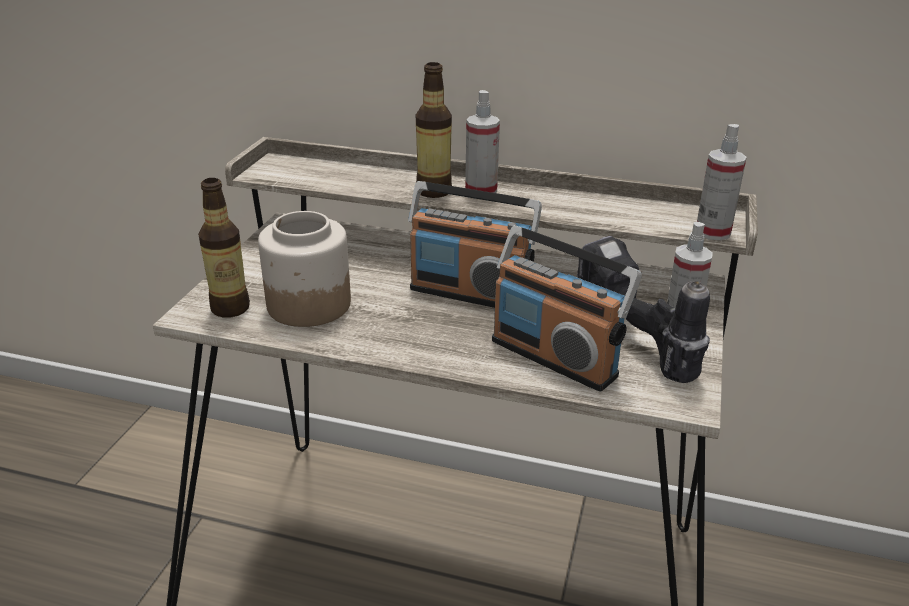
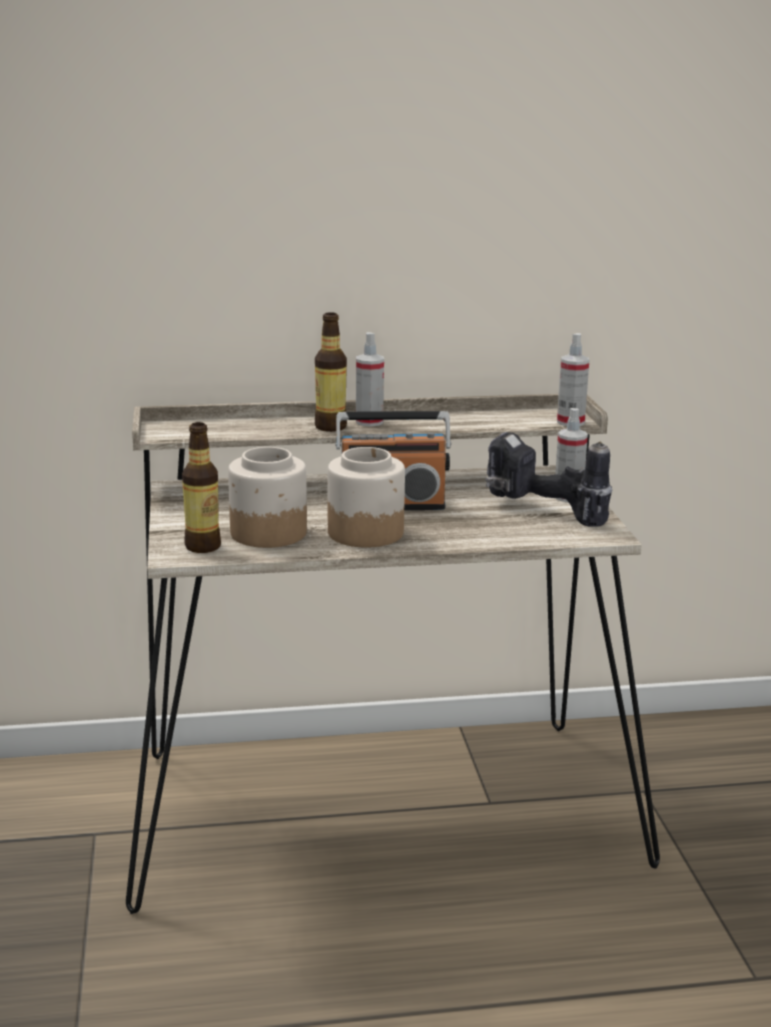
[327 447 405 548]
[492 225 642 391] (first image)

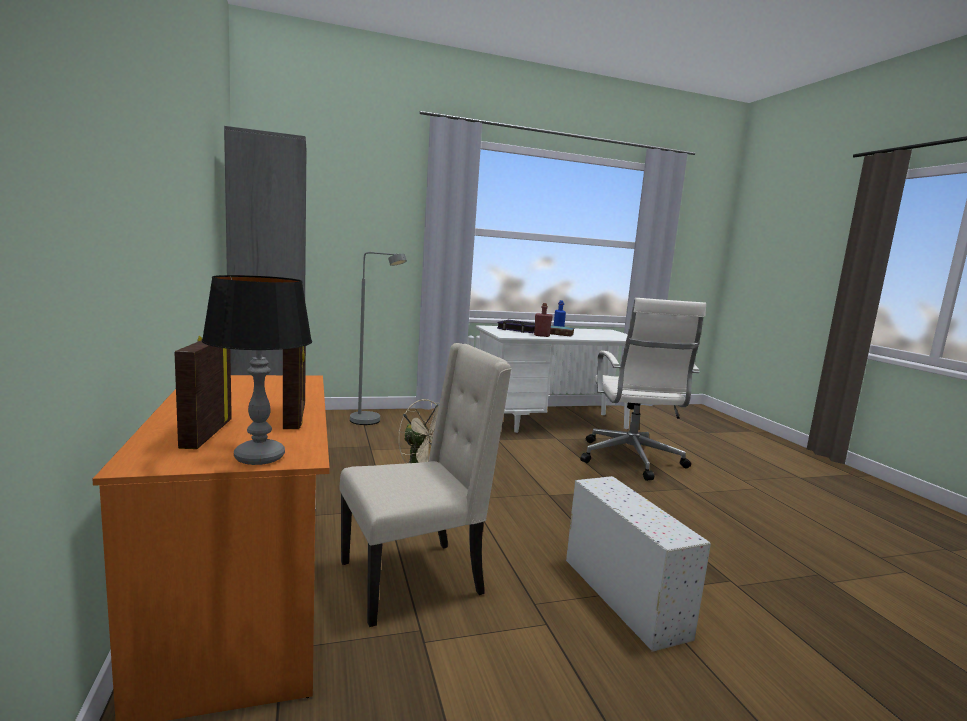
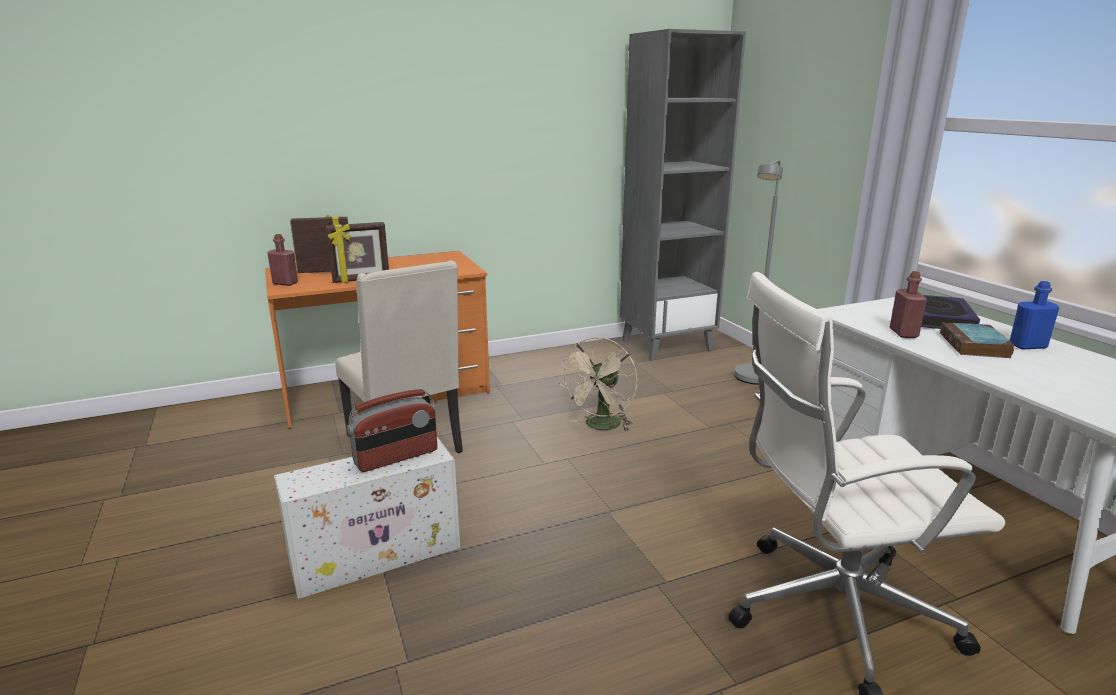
[267 234 298 286]
[347 389 437 472]

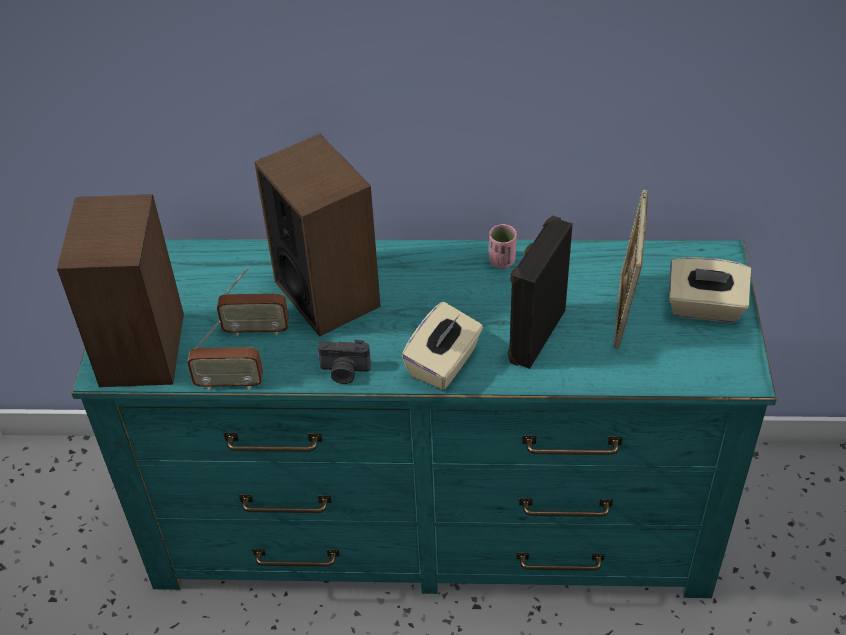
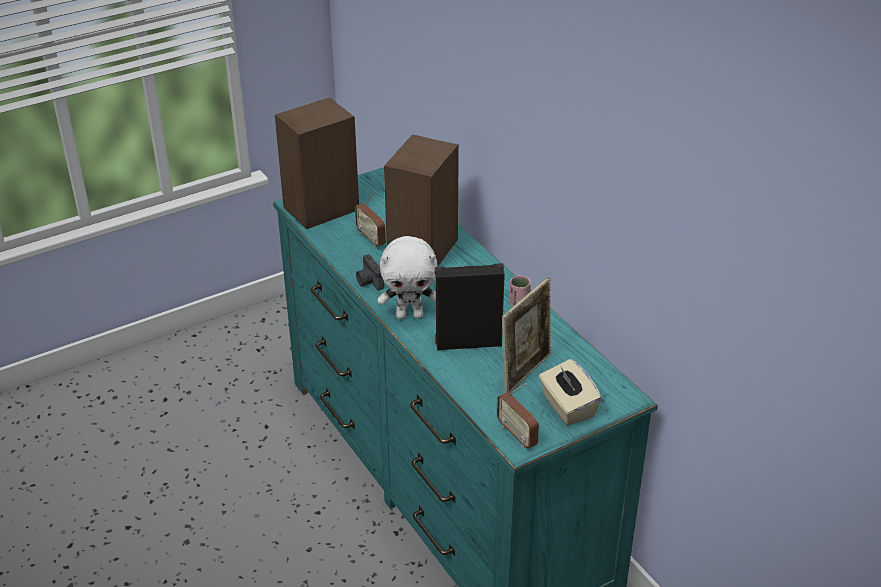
[378 236 437 319]
[497 383 539 449]
[502 277 551 393]

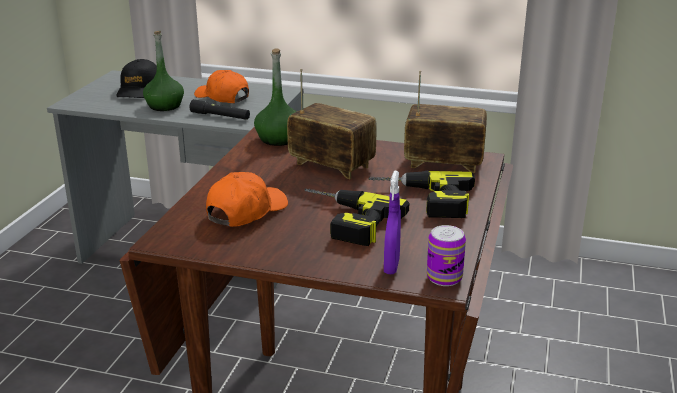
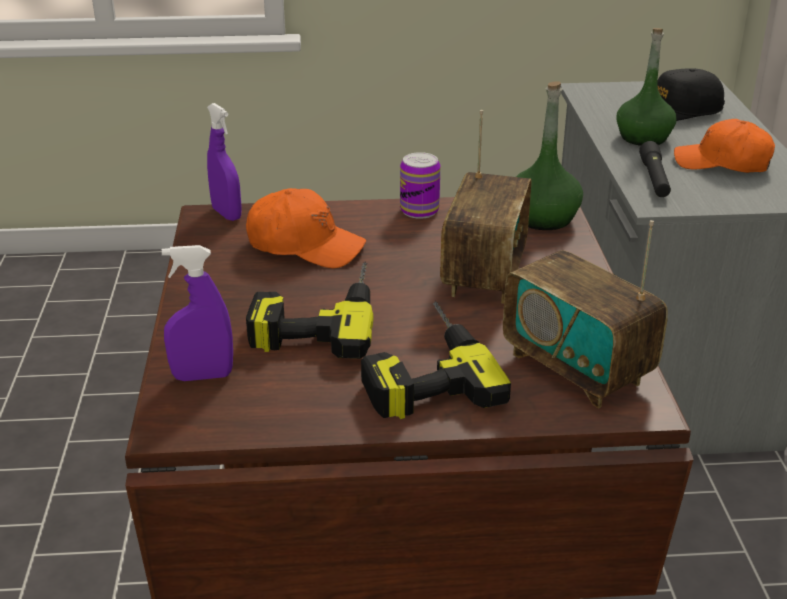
[207 103 242 221]
[400 152 440 219]
[503 220 668 409]
[674 119 775 173]

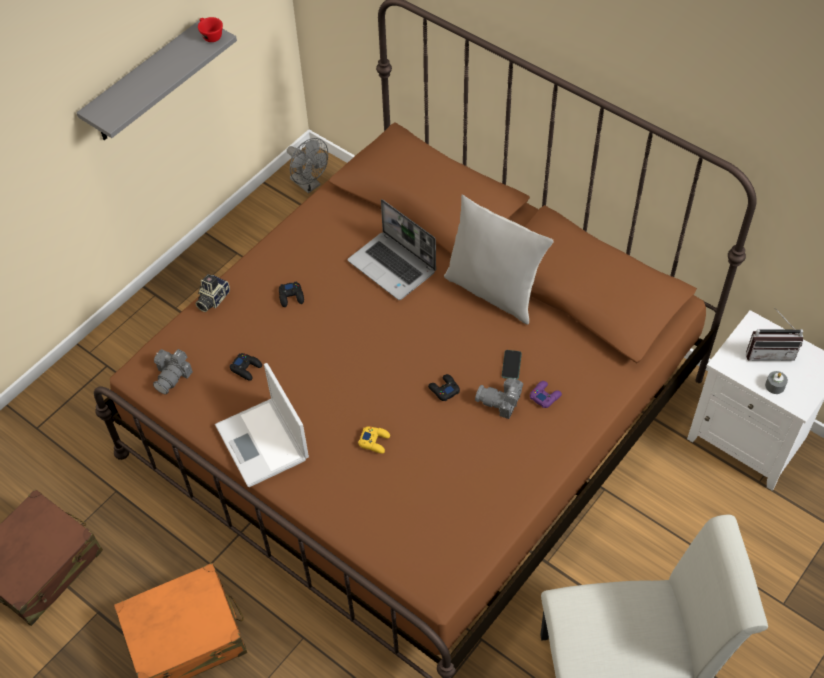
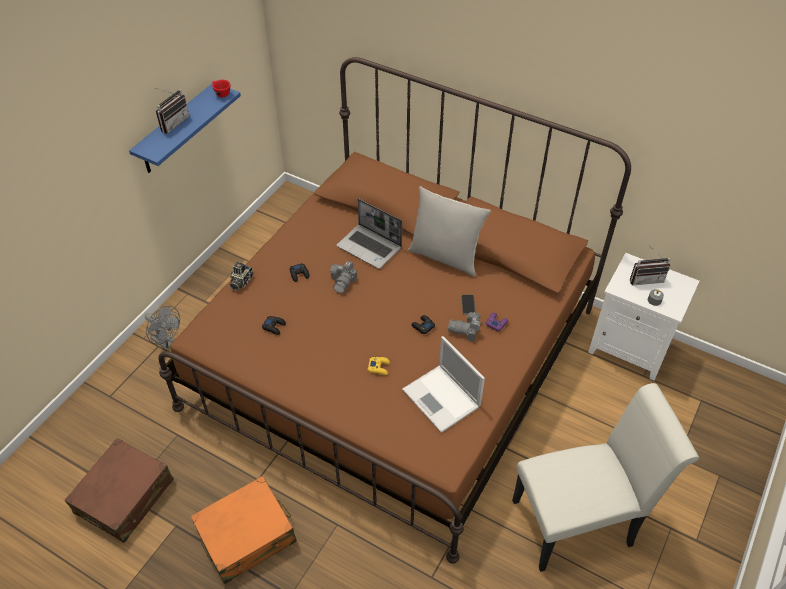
[129 83 241 173]
[145 306 180 350]
[155 88 190 134]
[330 261 357 293]
[402 336 485 433]

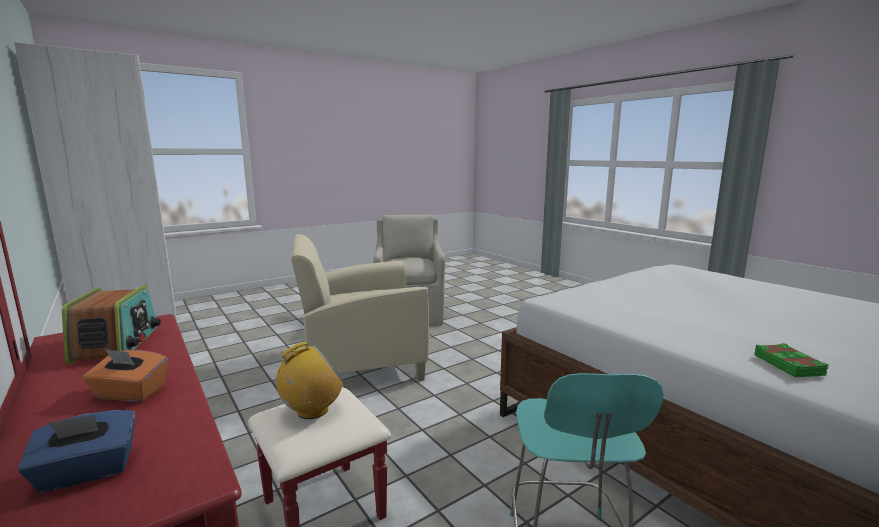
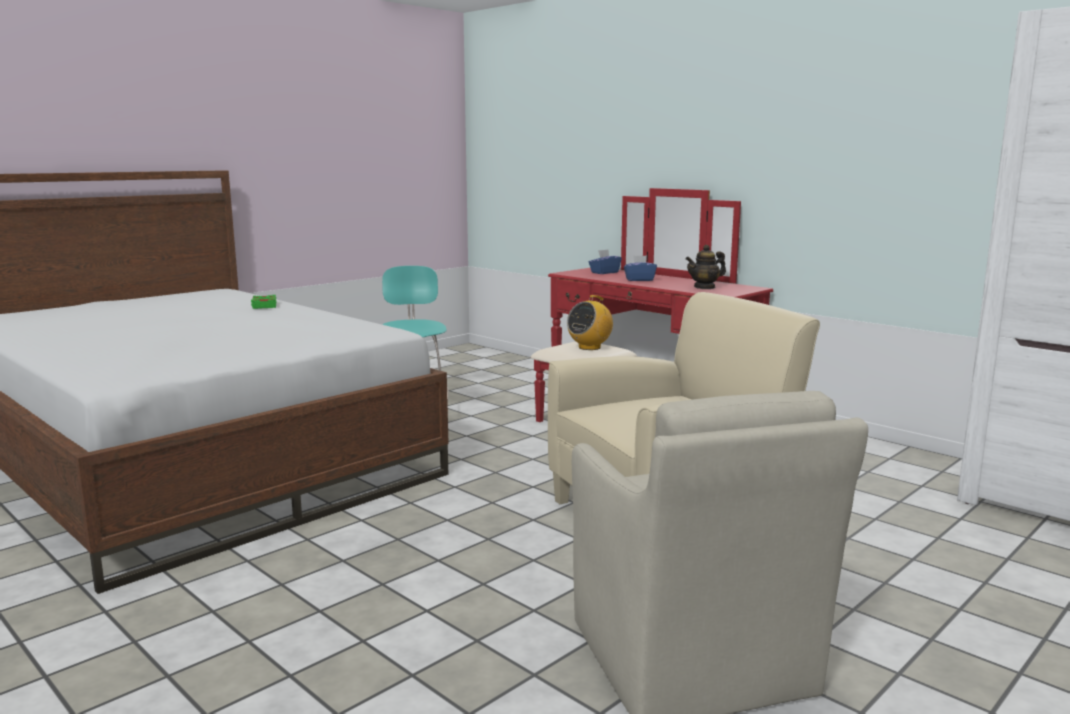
[624 255 657 281]
[686 245 726 289]

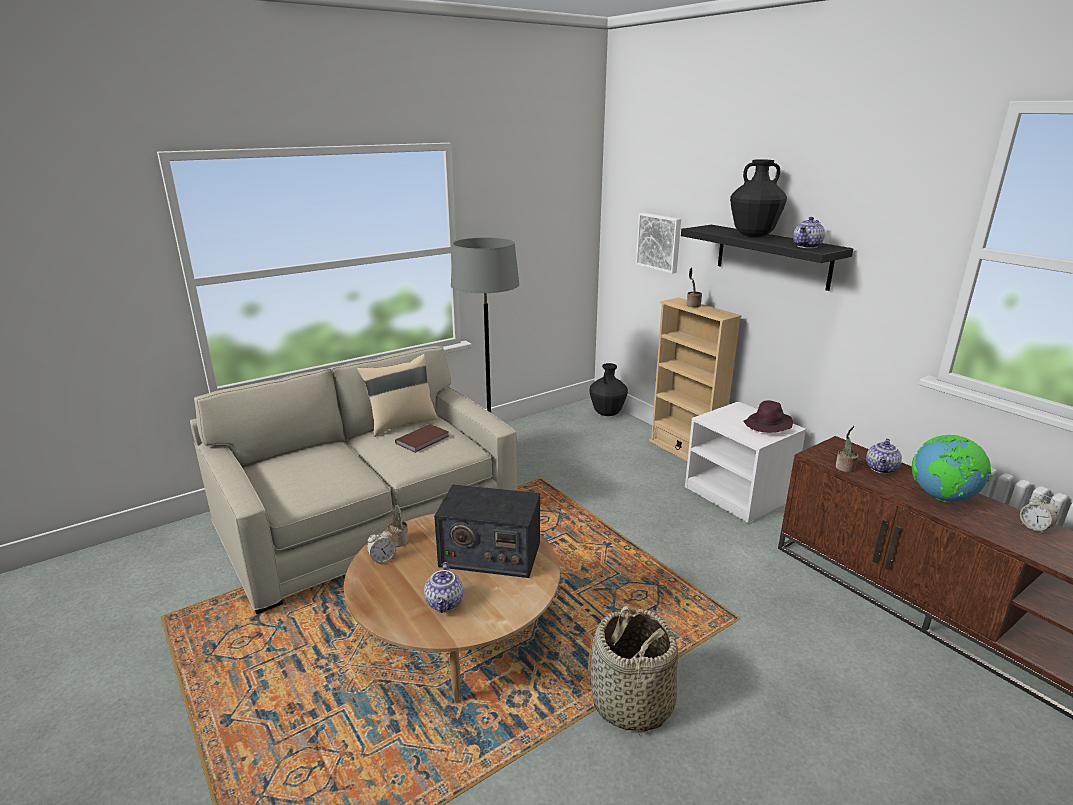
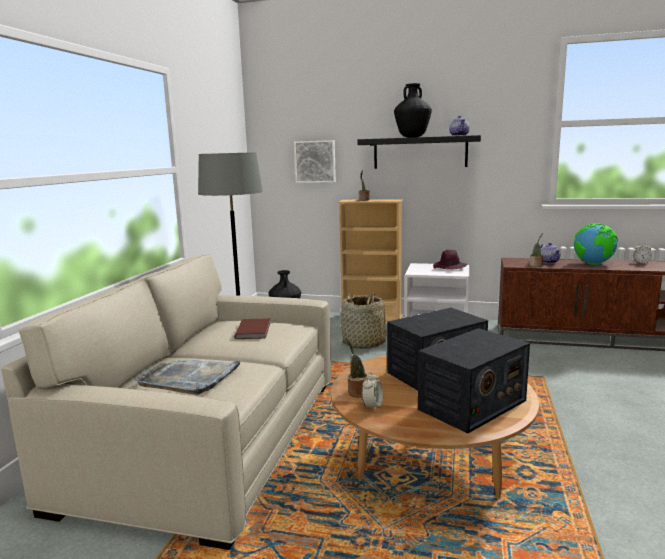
[134 360 243 395]
[341 292 386 349]
[418 328 530 433]
[357 354 438 437] (first image)

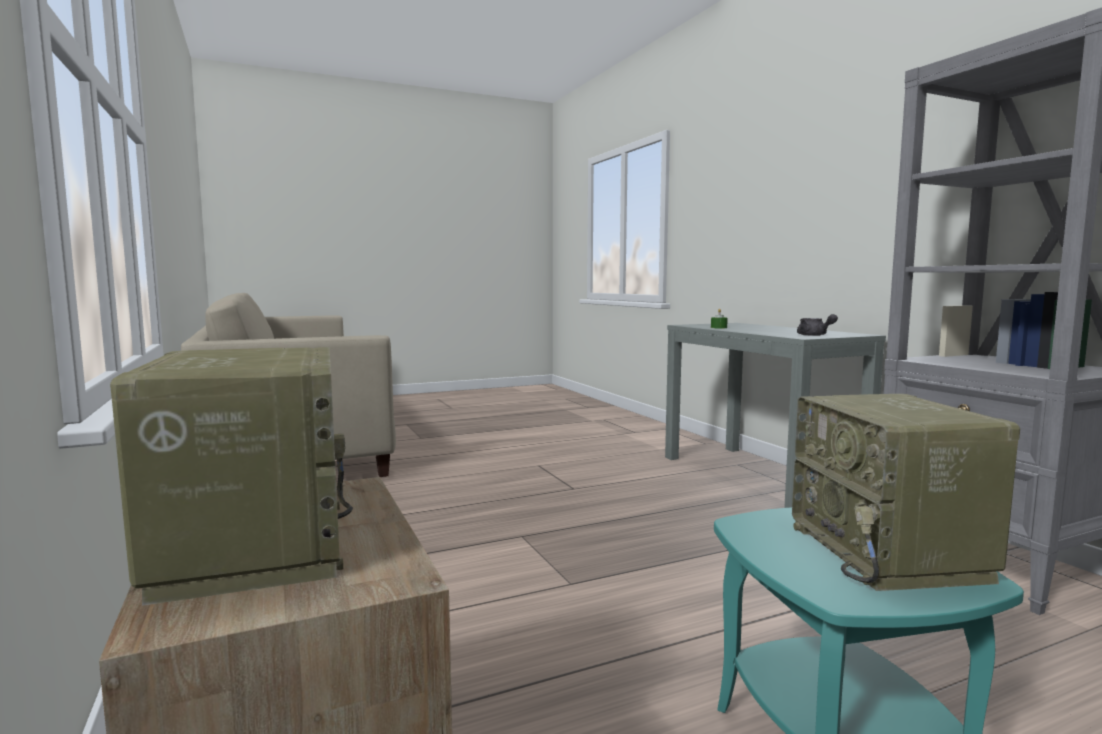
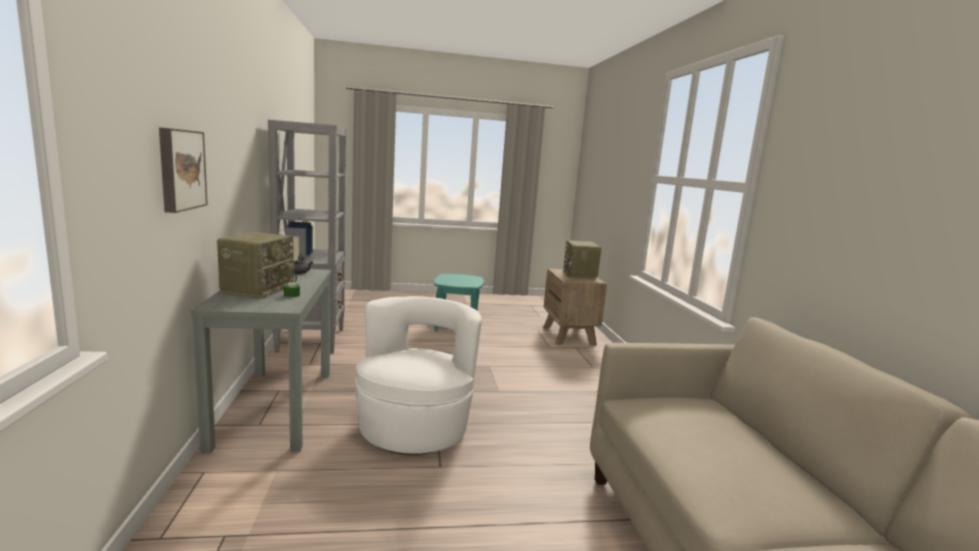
[159 127 208 213]
[217 232 297 299]
[355 296 482 455]

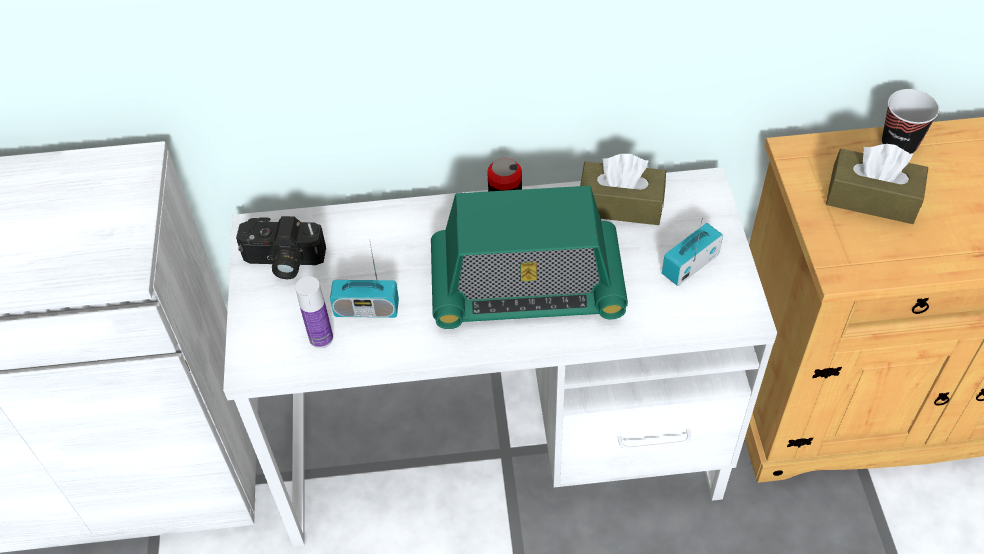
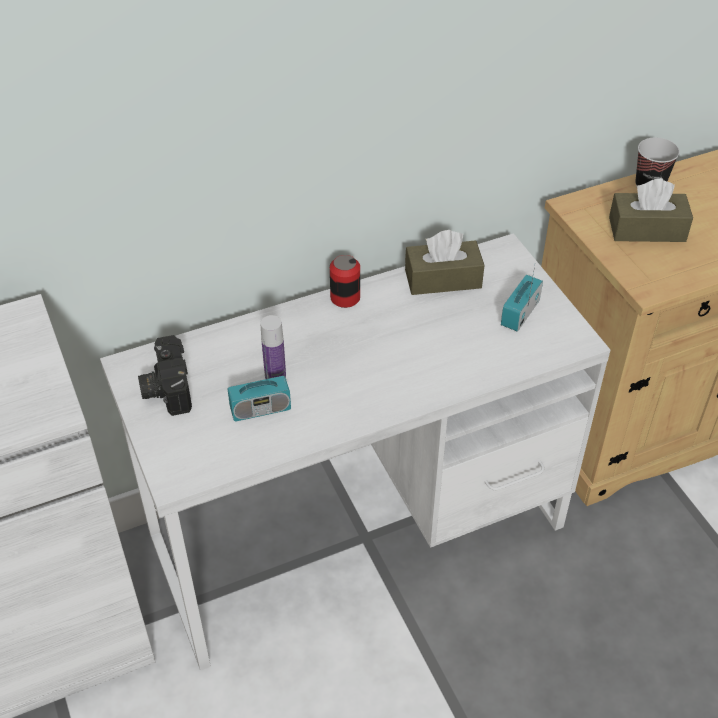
[138 335 192 416]
[260 315 286 379]
[431 186 628 329] (first image)

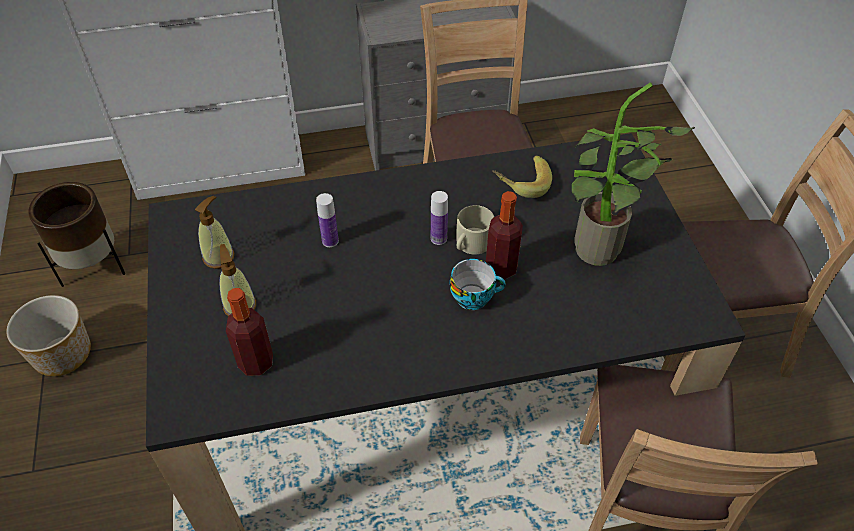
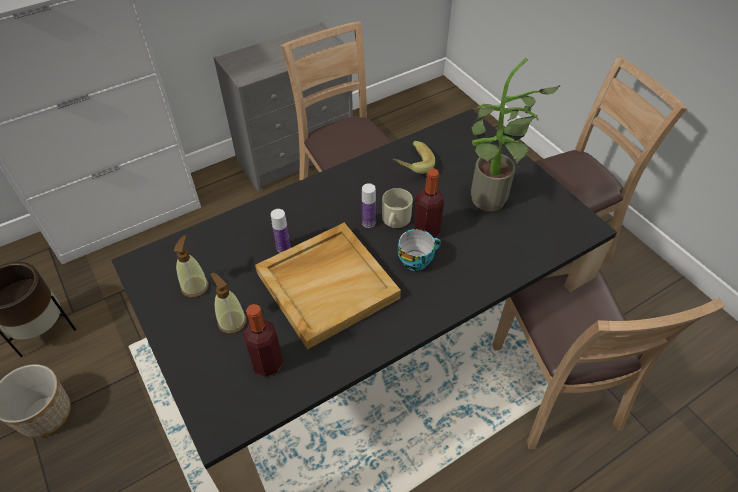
[255 223 401 349]

